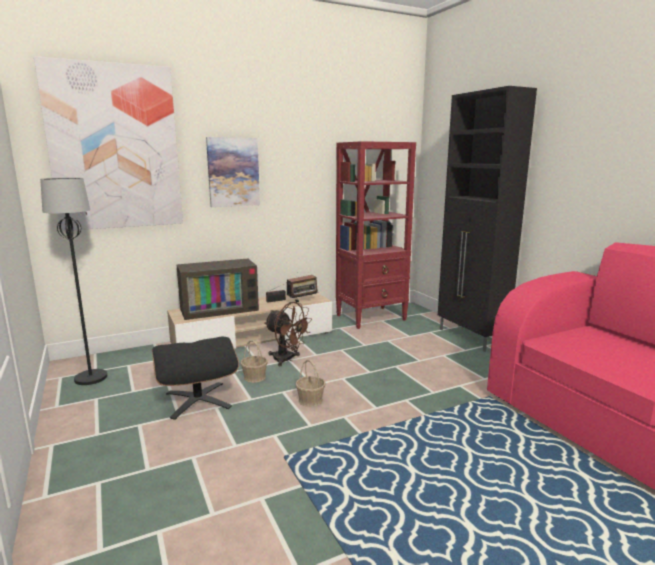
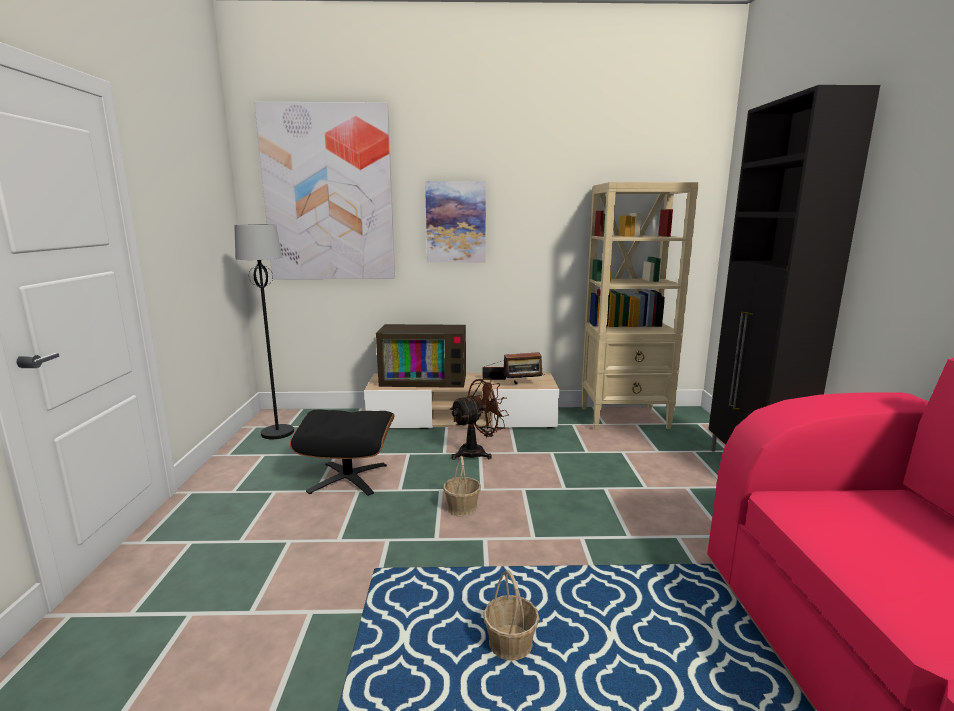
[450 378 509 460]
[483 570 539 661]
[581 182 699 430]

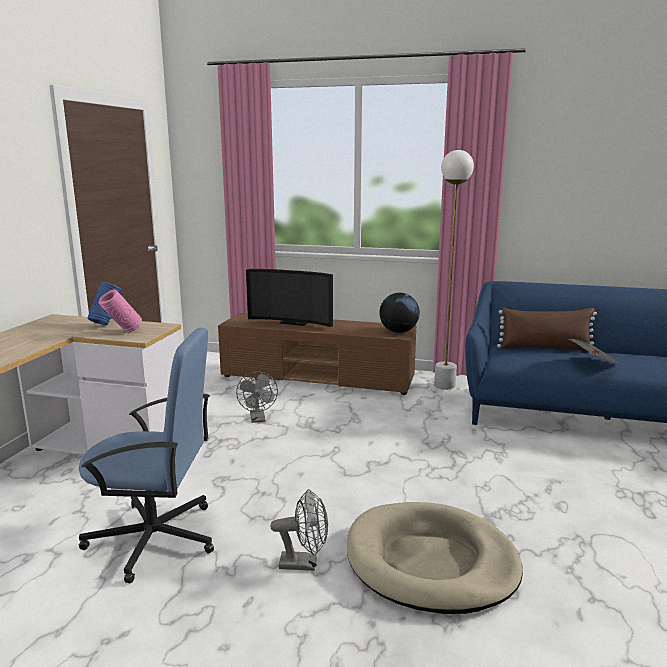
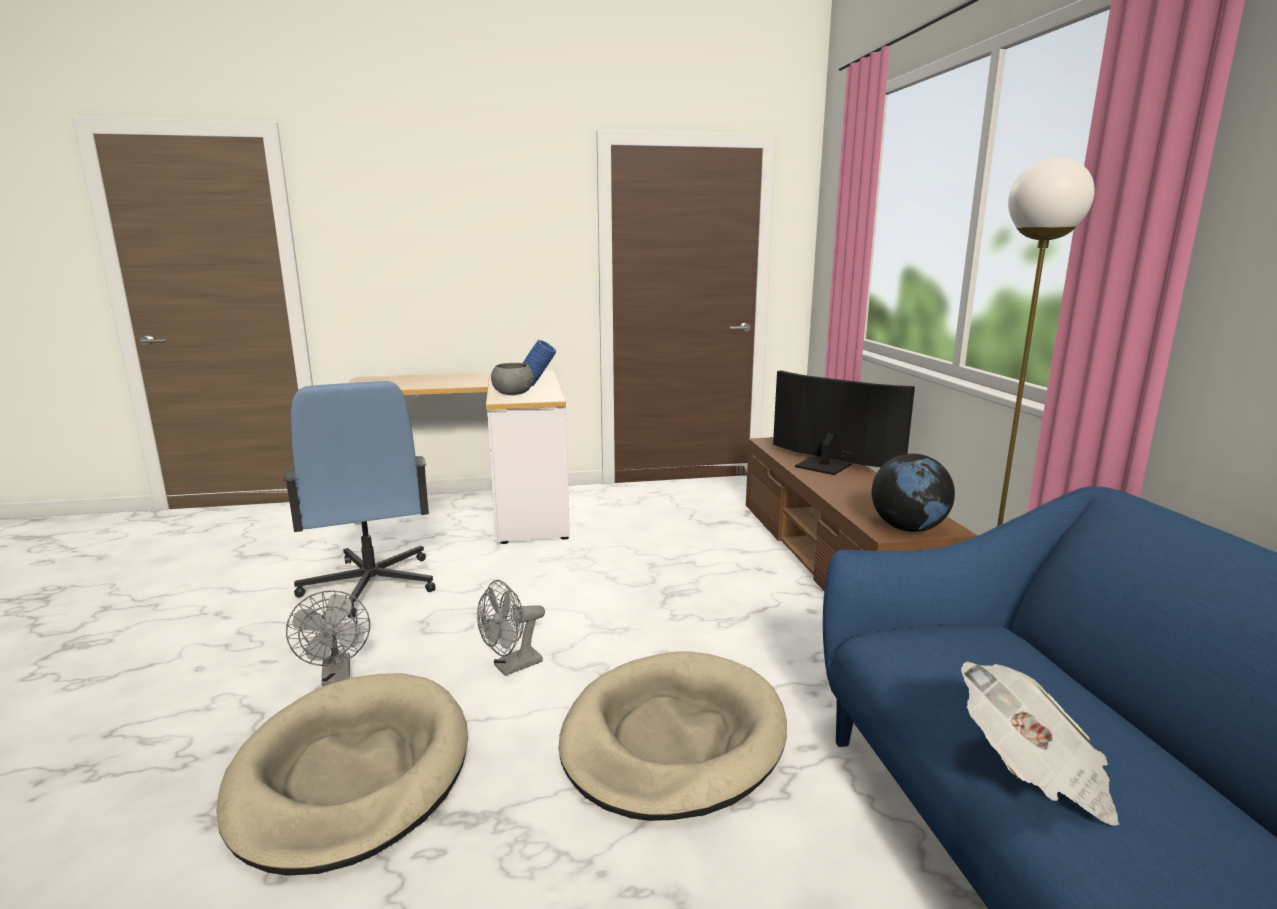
[477 580 545 676]
[491 363 533 395]
[559 651 787 821]
[773 370 915 475]
[497 308 597 351] (first image)

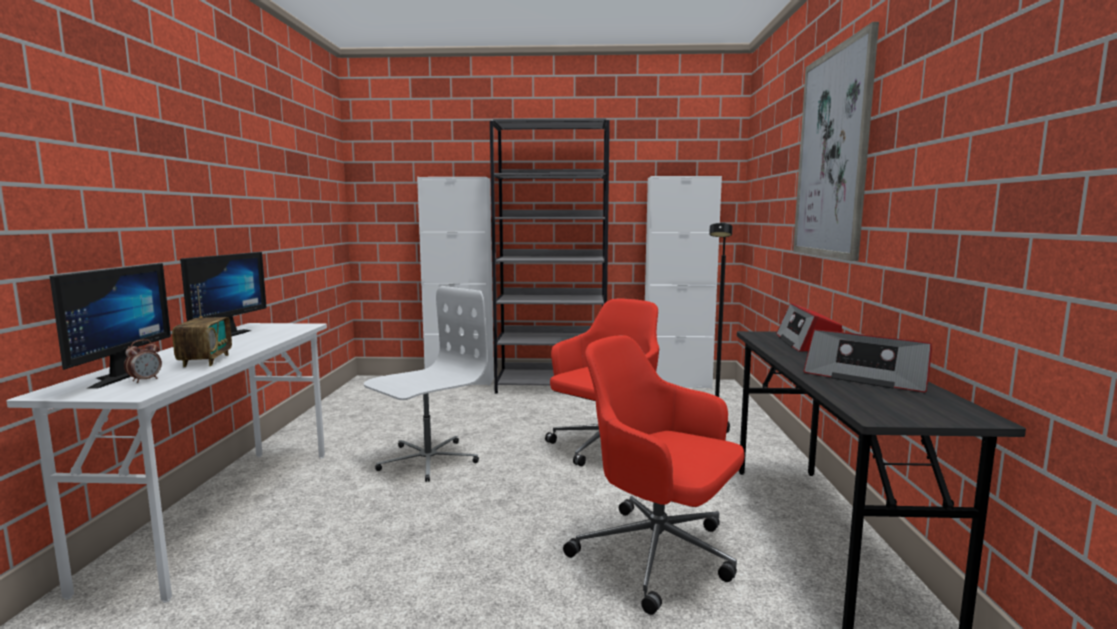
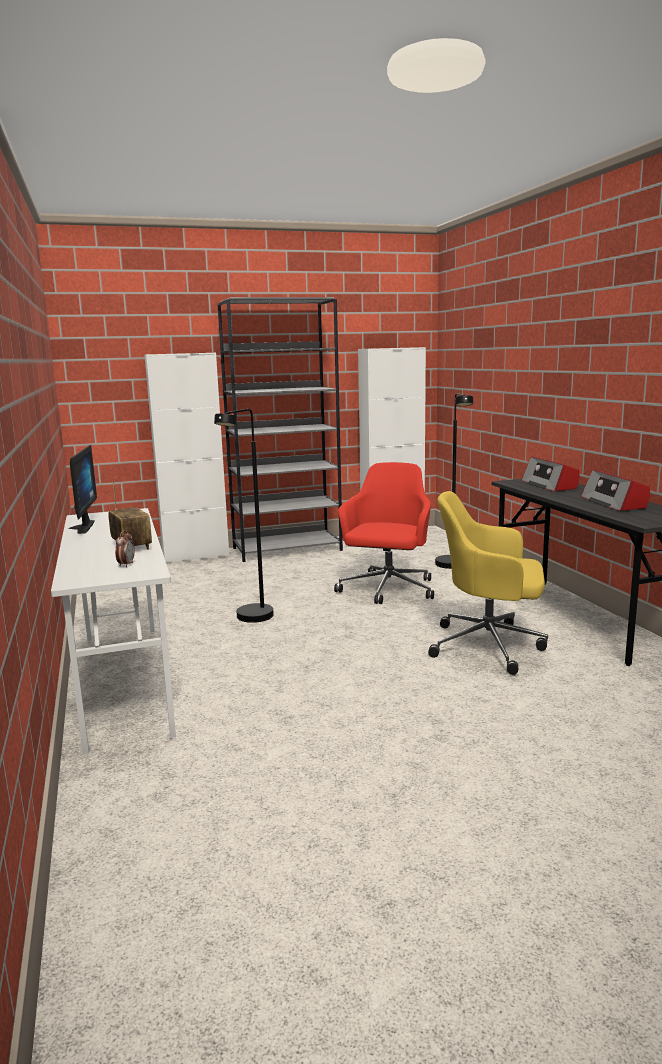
[214 409 274 623]
[428 491 548 675]
[581 469 650 511]
[49 263 171 388] (first image)
[793 22 879 261] (first image)

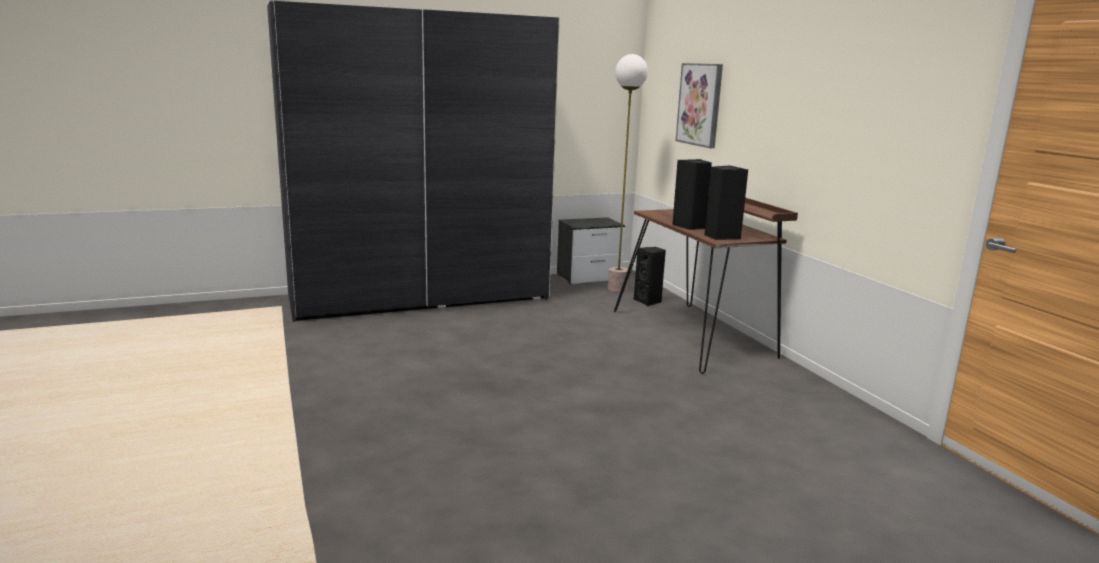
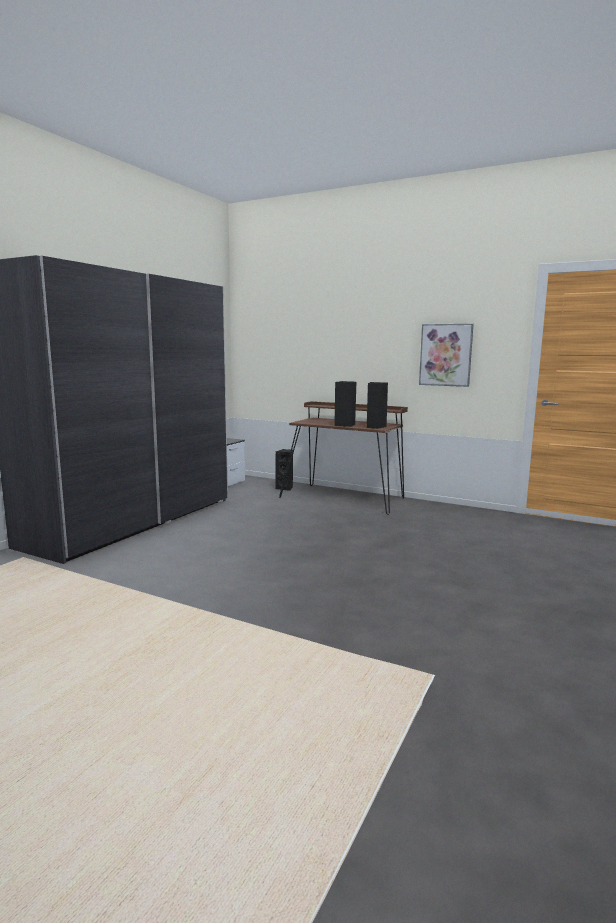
[419 324 473 387]
[608 54 648 293] (first image)

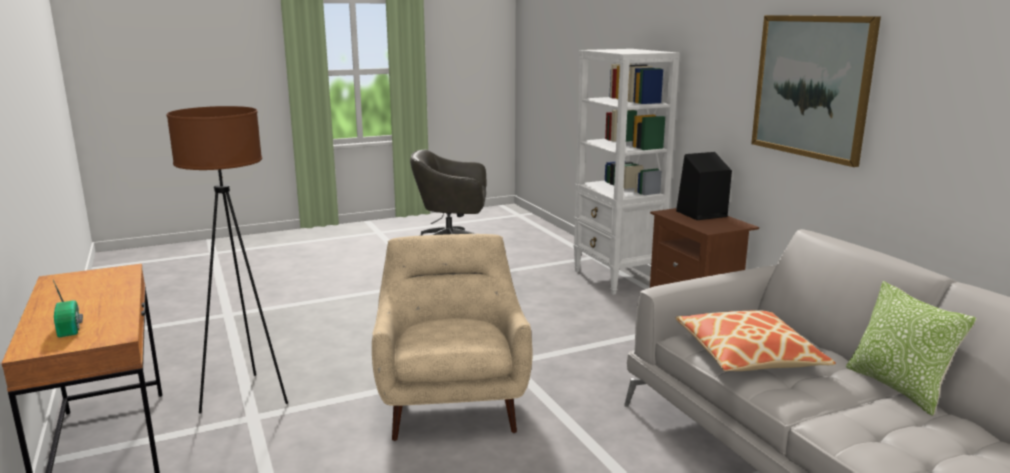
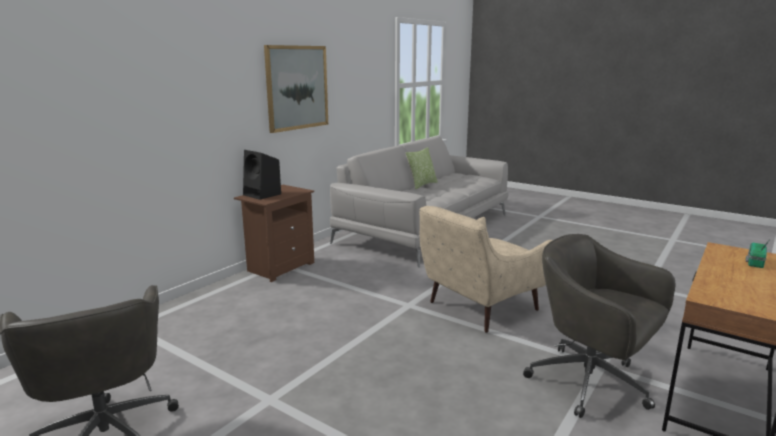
[523 234 676 418]
[573 49 680 295] (first image)
[675 310 836 371] (first image)

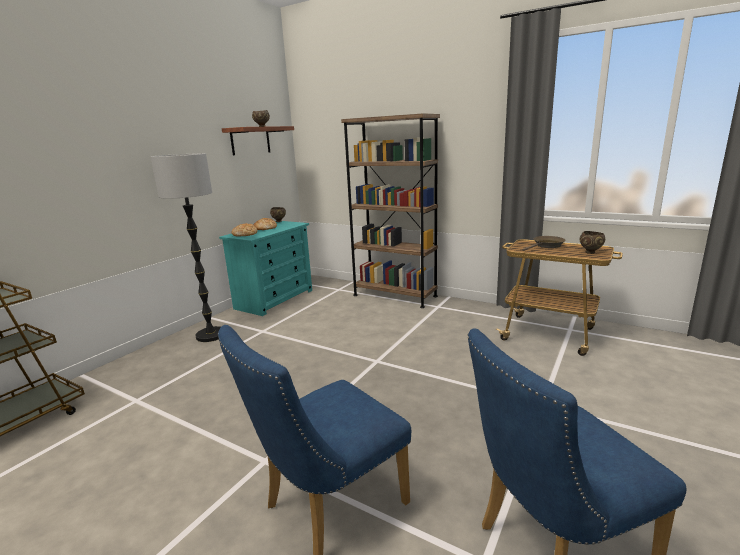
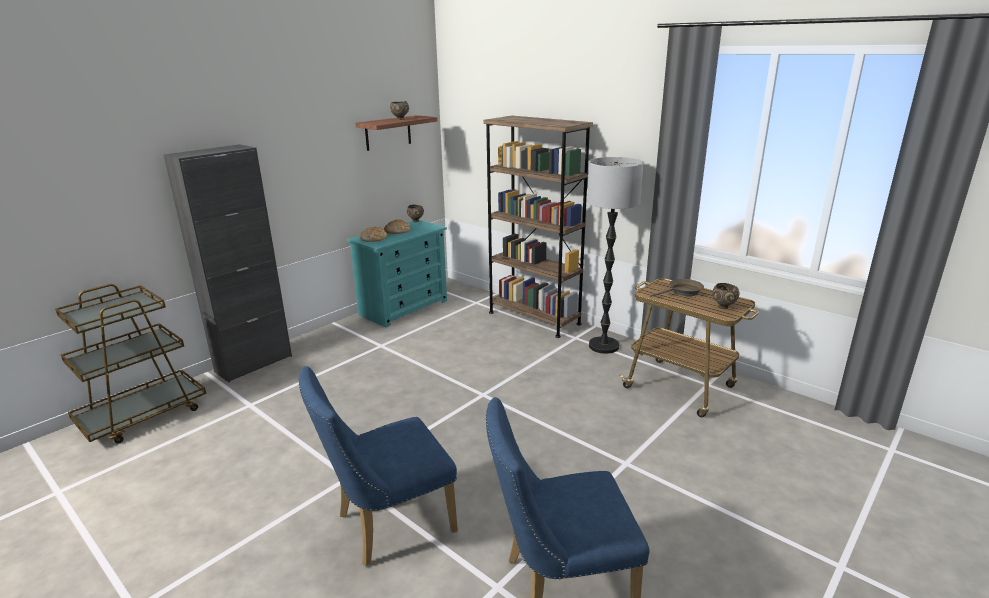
[164 144 292 382]
[587 157 644 354]

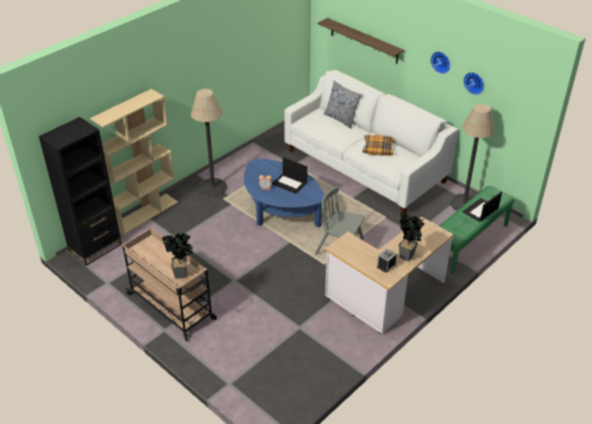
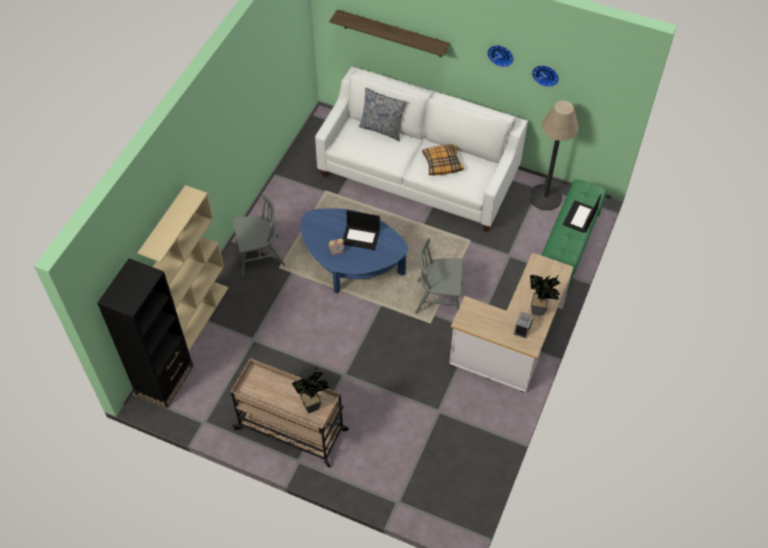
[233 192 285 275]

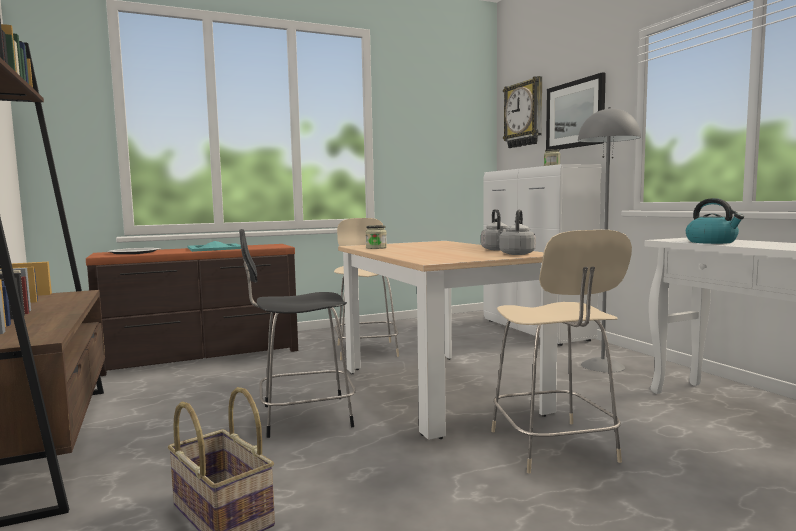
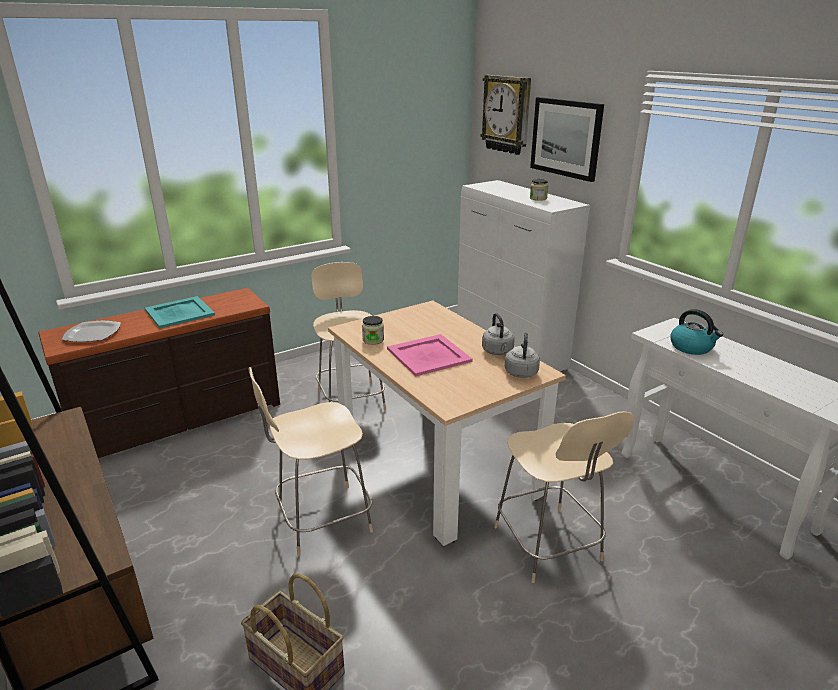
[248 367 373 556]
[387 334 473 377]
[578 107 641 372] (first image)

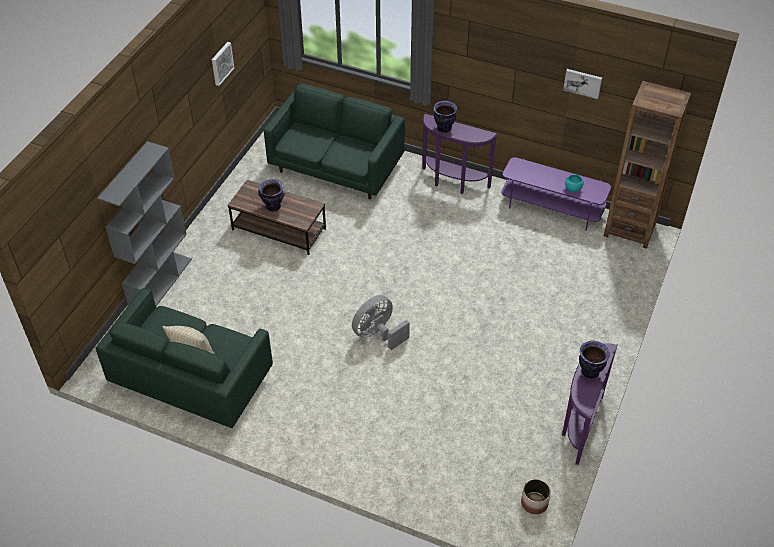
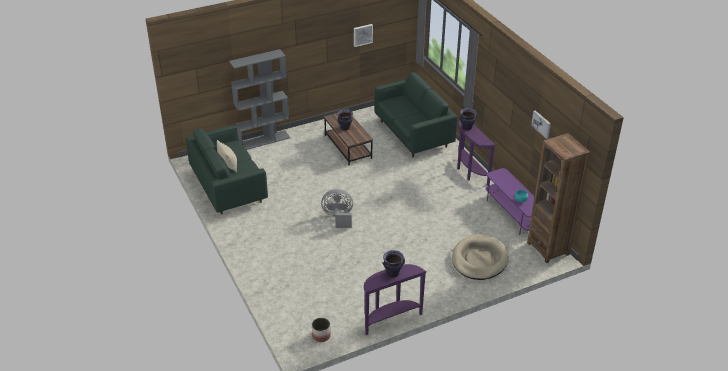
[452 234 509 280]

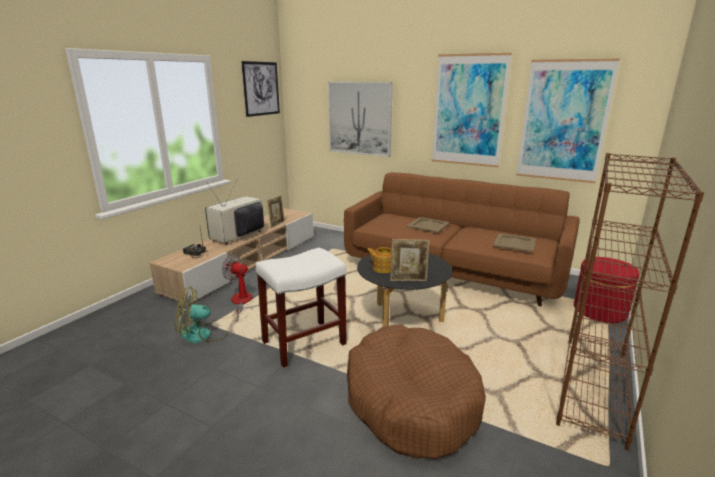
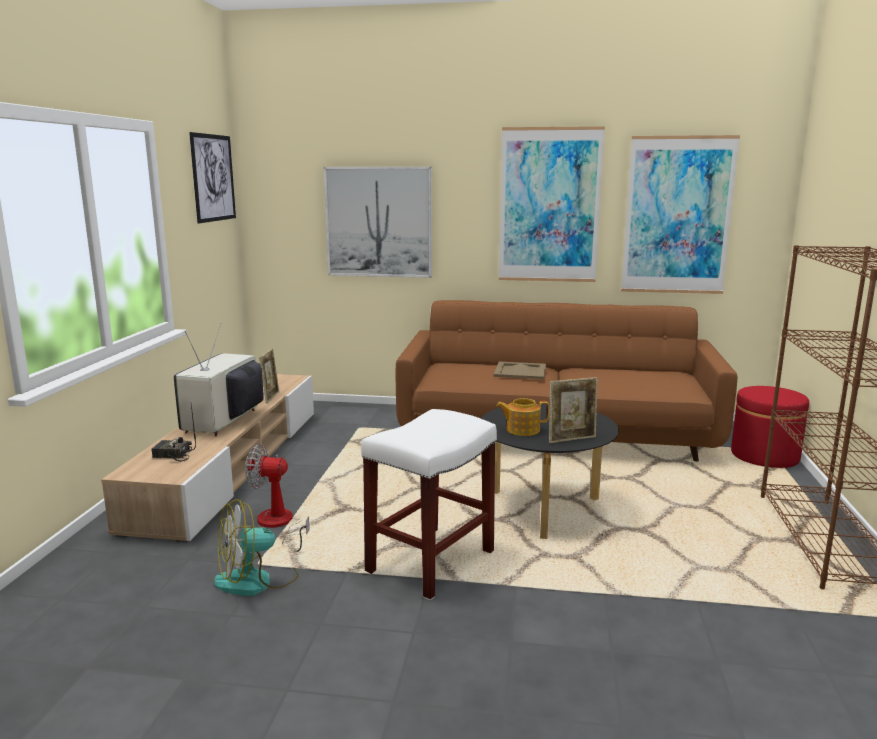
[347 325 486 459] (first image)
[493 233 536 253] (first image)

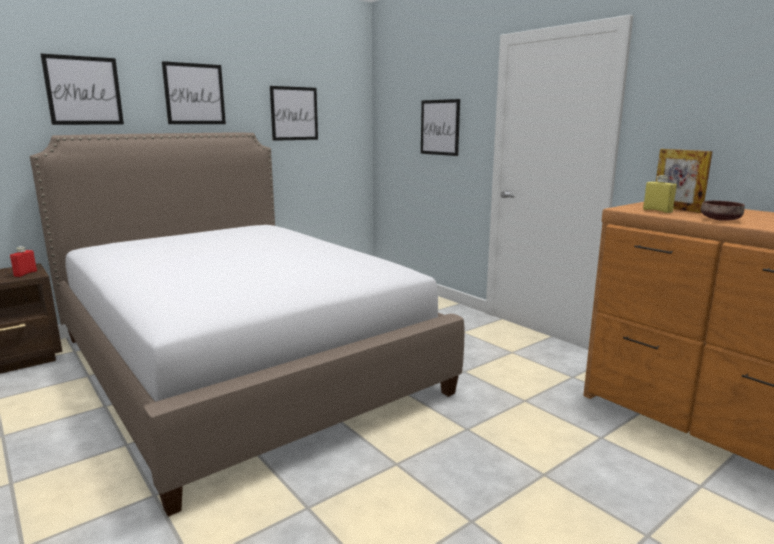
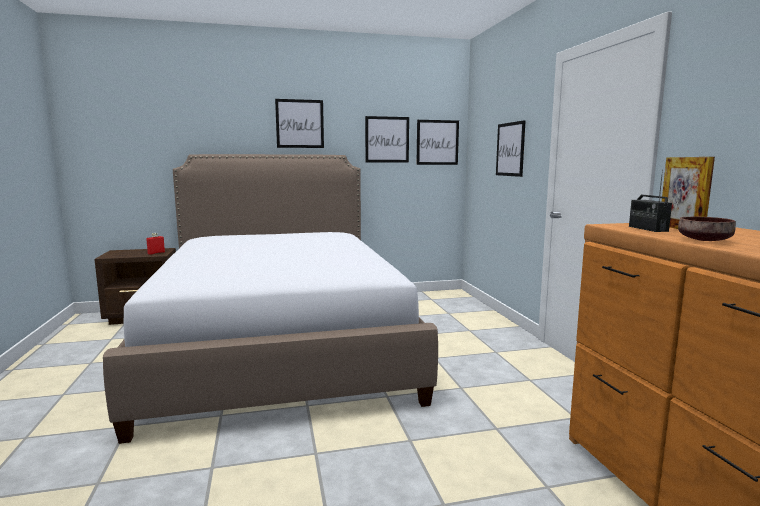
[416 120 459 165]
[629 170 672 232]

